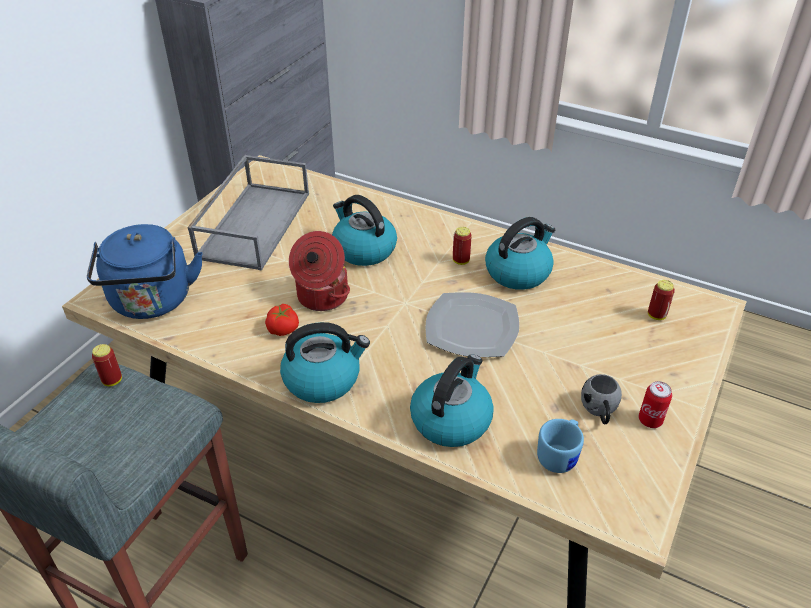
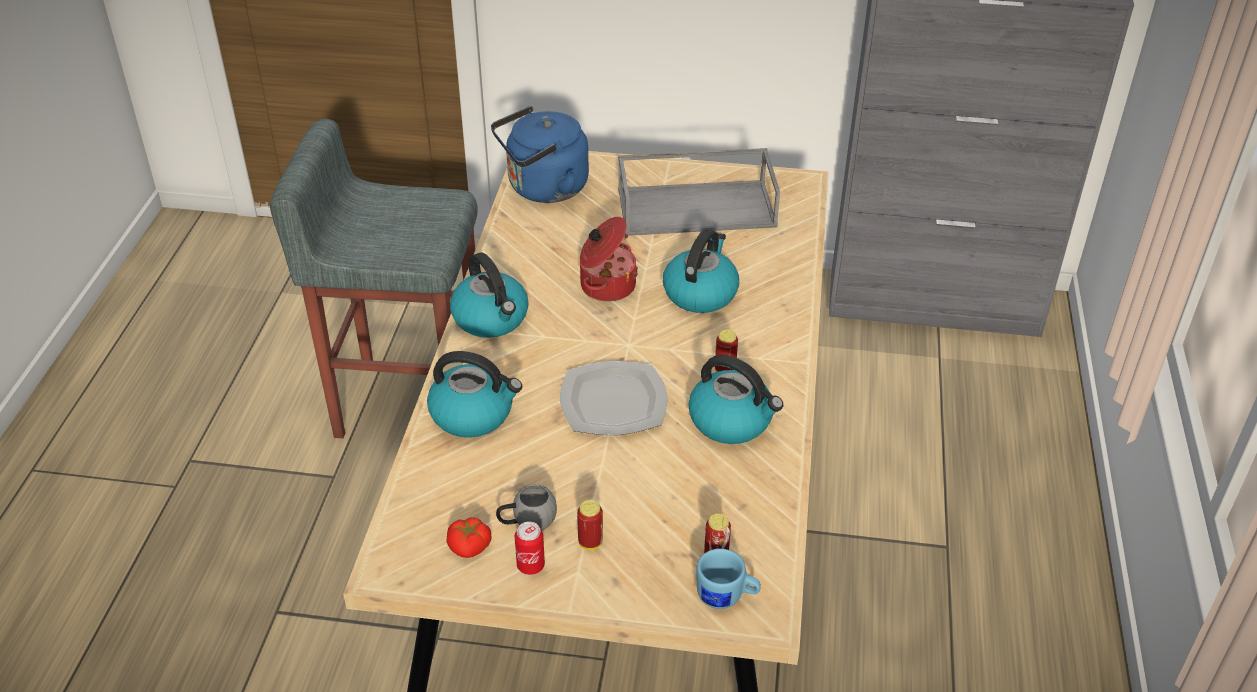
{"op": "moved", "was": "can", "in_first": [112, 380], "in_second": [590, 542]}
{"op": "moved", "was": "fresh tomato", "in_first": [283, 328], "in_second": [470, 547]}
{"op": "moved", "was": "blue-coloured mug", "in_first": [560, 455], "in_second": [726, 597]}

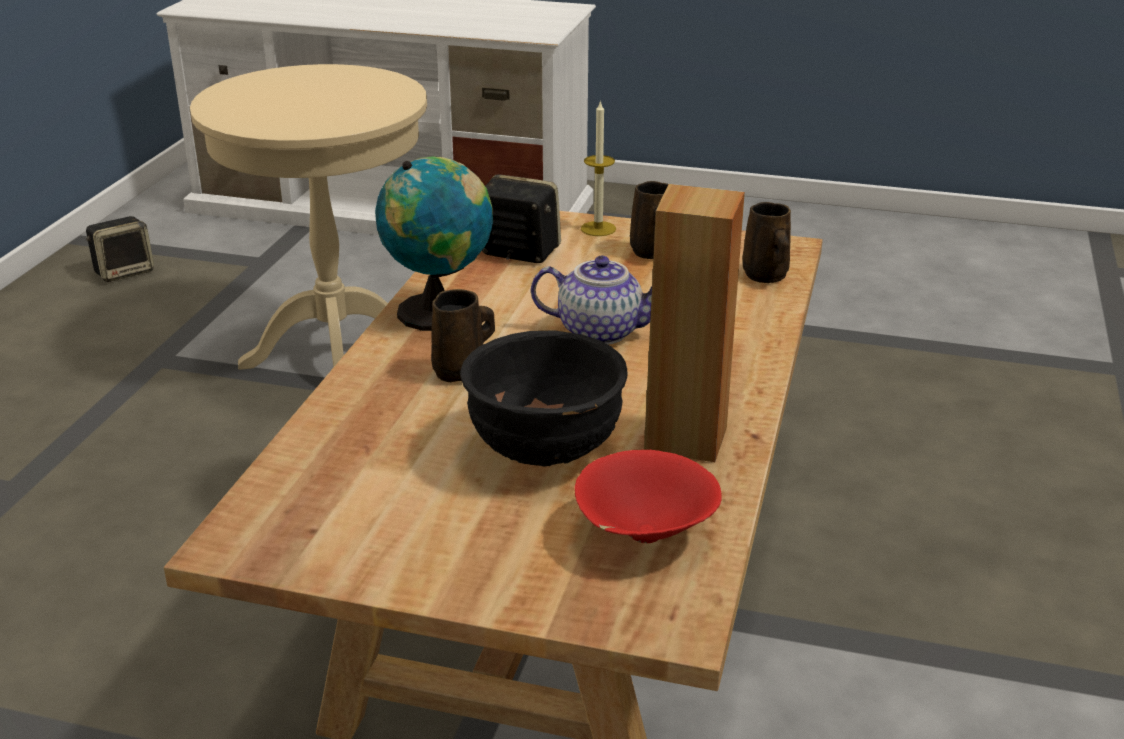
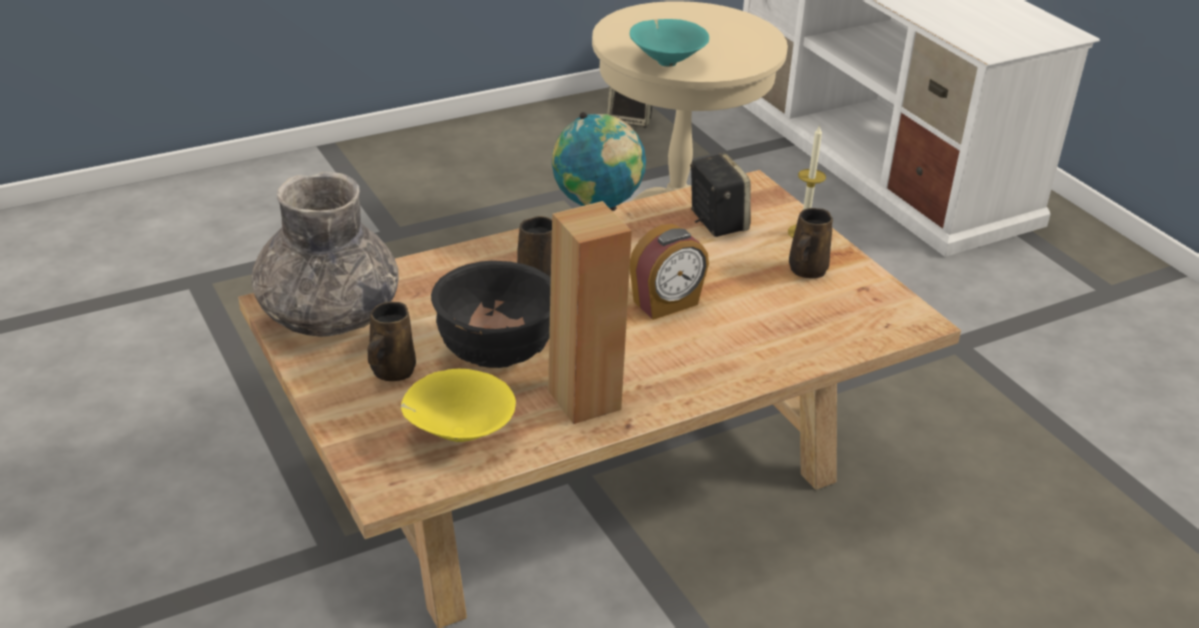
{"op": "added", "now": "grey decorative vase", "in_second": [329, 316]}
{"op": "added", "now": "turquoise-coloured bowl", "in_second": [666, 62]}
{"op": "moved", "was": "brown-coloured mug", "in_first": [766, 276], "in_second": [391, 371]}
{"op": "replaced", "was": "tea pot", "now": "bedside clock", "in_first": [601, 331], "in_second": [666, 304]}
{"op": "recoloured", "was": "reddish bowl", "now": "yellow bowl", "in_first": [643, 535], "in_second": [457, 434]}

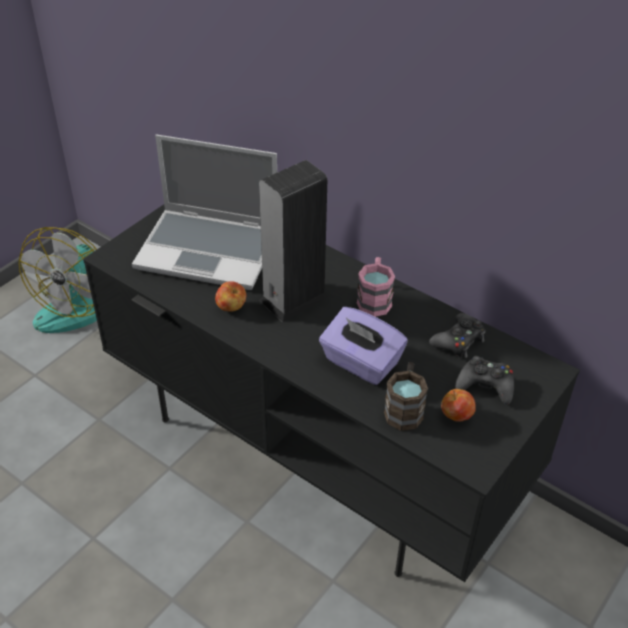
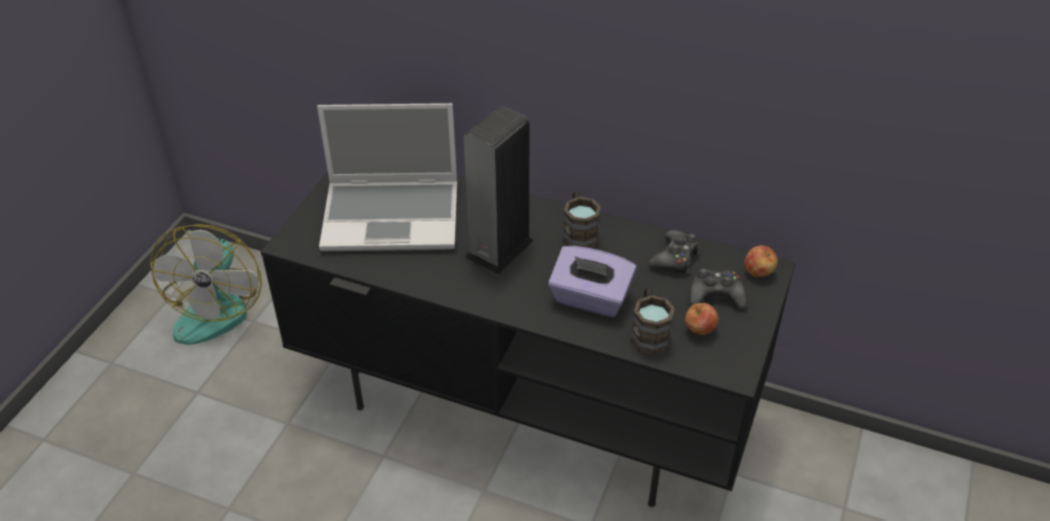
{"op": "moved", "was": "apple", "in_first": [231, 307], "in_second": [758, 272]}
{"op": "recoloured", "was": "pink mug", "now": "brown-coloured mug", "in_first": [374, 299], "in_second": [579, 233]}

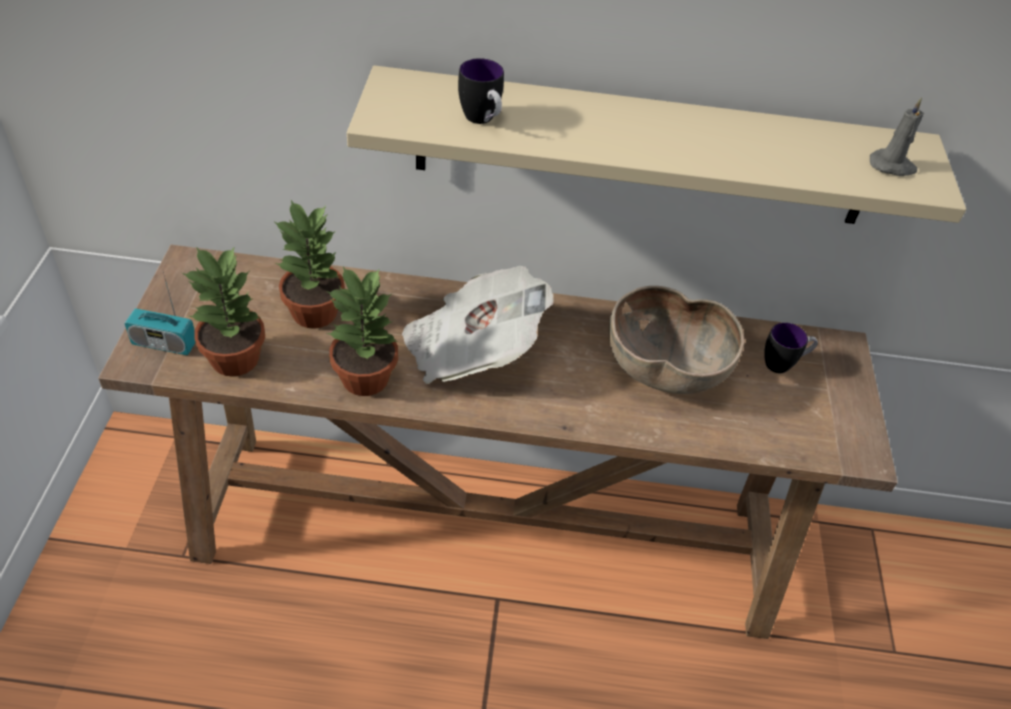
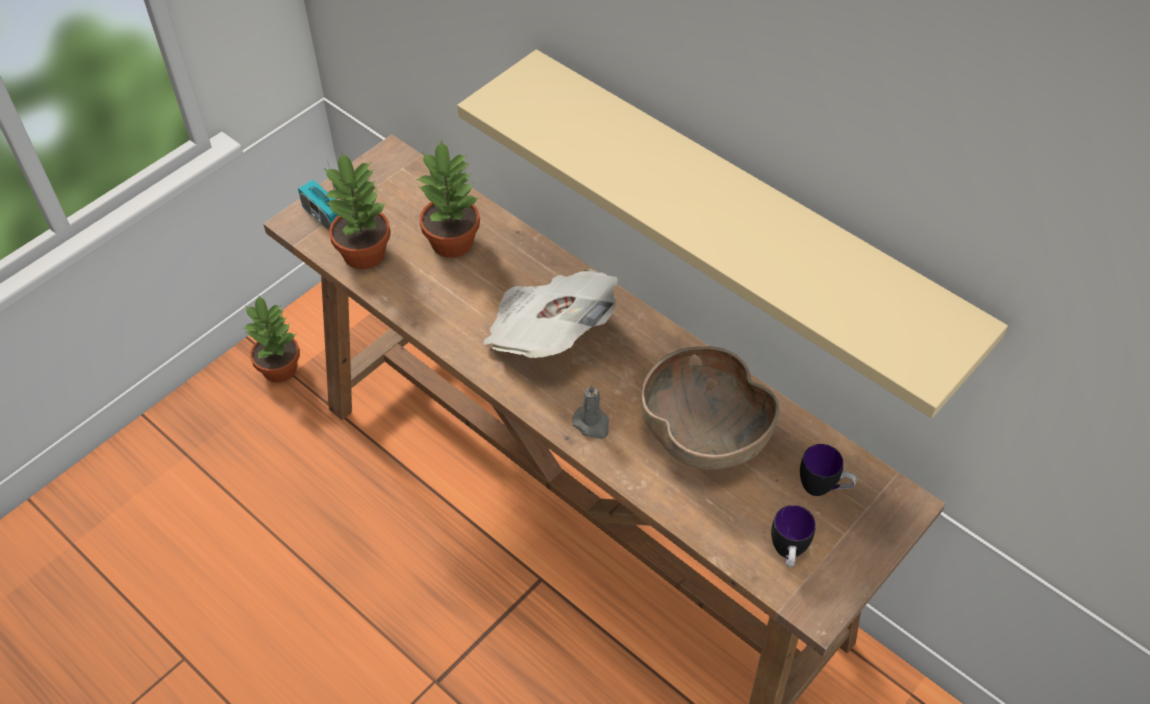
{"op": "moved", "was": "houseplant", "in_first": [366, 377], "in_second": [281, 368]}
{"op": "moved", "was": "mug", "in_first": [482, 121], "in_second": [787, 554]}
{"op": "moved", "was": "grey wax light", "in_first": [892, 166], "in_second": [592, 424]}

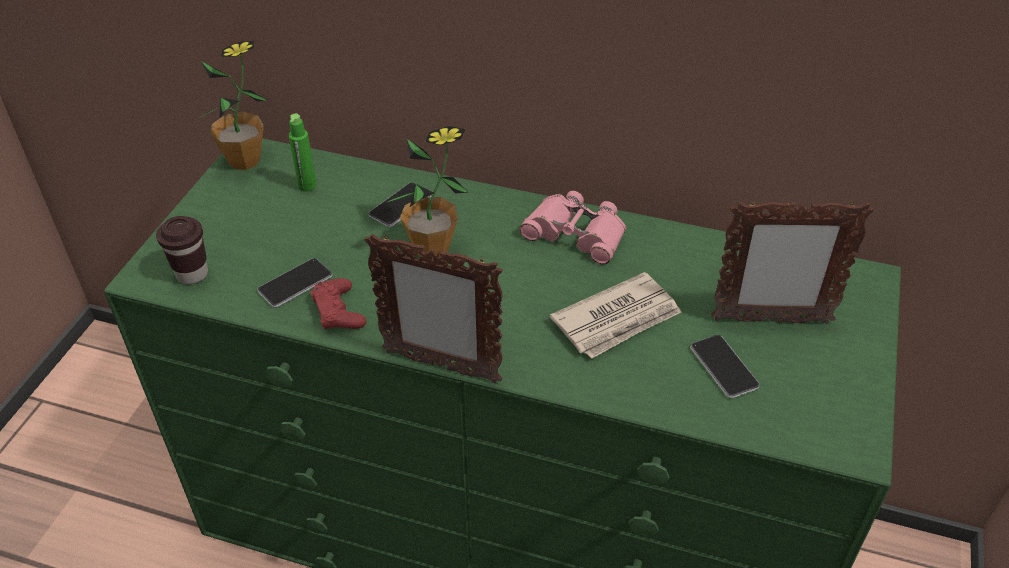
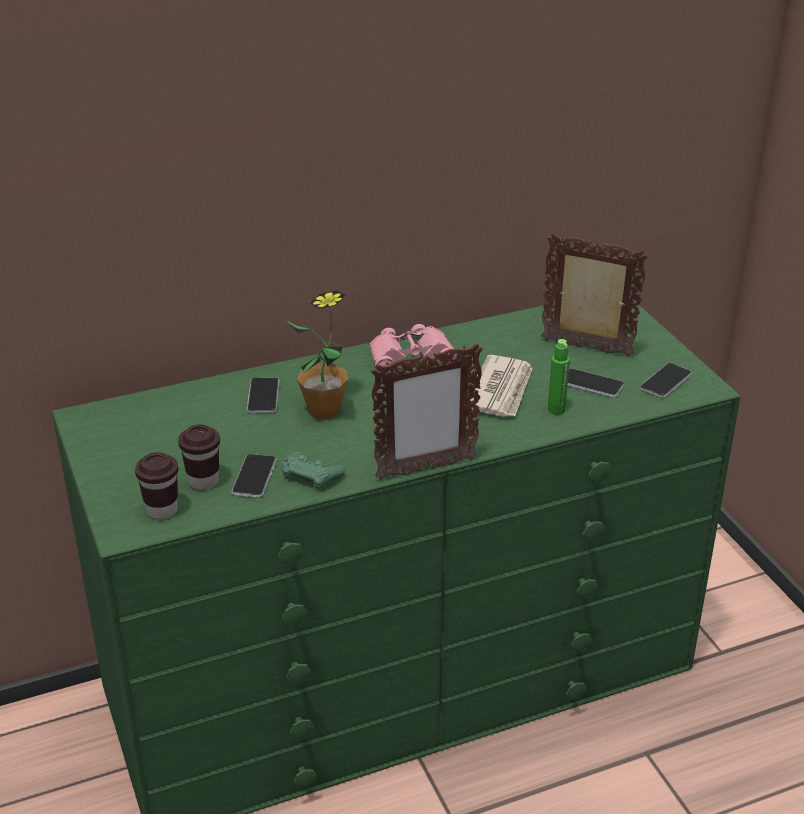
{"op": "removed", "was": "houseplant", "in_first": [244, 160]}
{"op": "added", "now": "brown-coloured cup", "in_second": [203, 481]}
{"op": "added", "now": "phone", "in_second": [665, 381]}
{"op": "moved", "was": "green bottle", "in_first": [307, 186], "in_second": [556, 410]}
{"op": "recoloured", "was": "reddish joypad", "now": "green joypad", "in_first": [338, 311], "in_second": [311, 476]}
{"op": "turned", "was": "standing frame", "in_first": [770, 321], "in_second": [587, 349], "clockwise": -120}

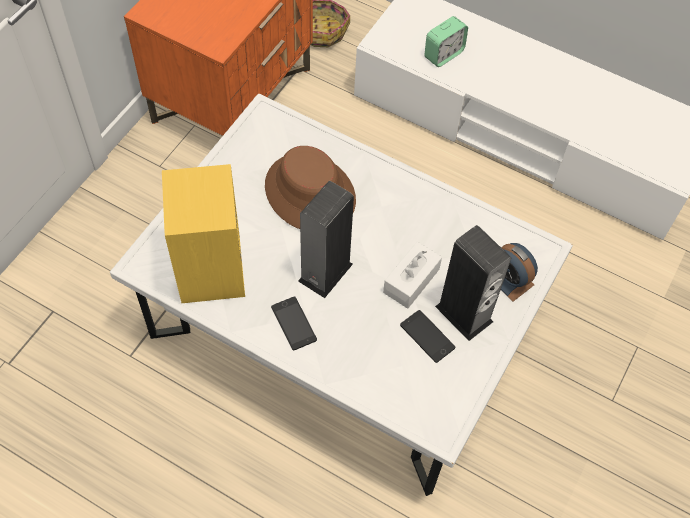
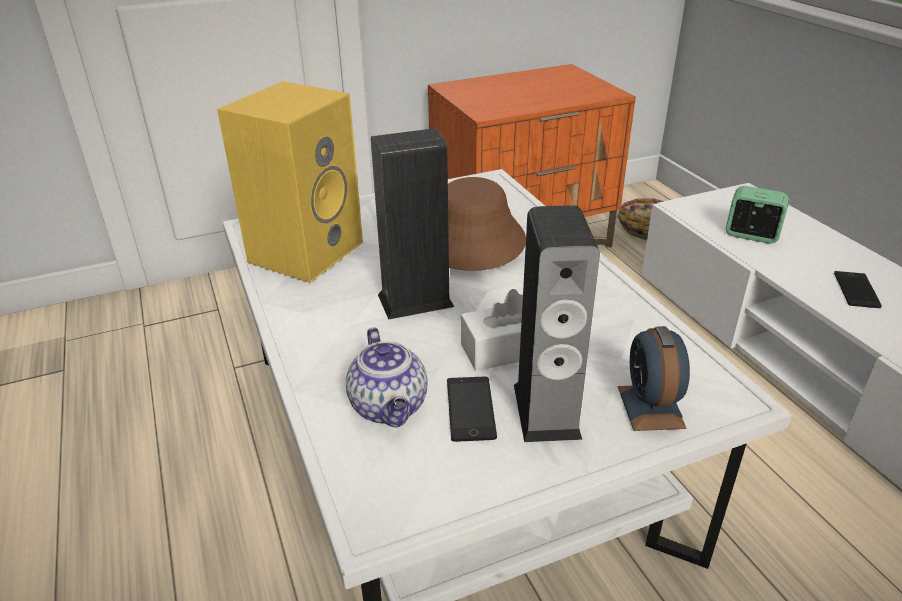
{"op": "added", "now": "tea pot", "in_second": [390, 407]}
{"op": "moved", "was": "phone", "in_first": [294, 323], "in_second": [856, 290]}
{"op": "turned", "was": "bedside clock", "in_first": [443, 54], "in_second": [751, 235], "clockwise": -150}

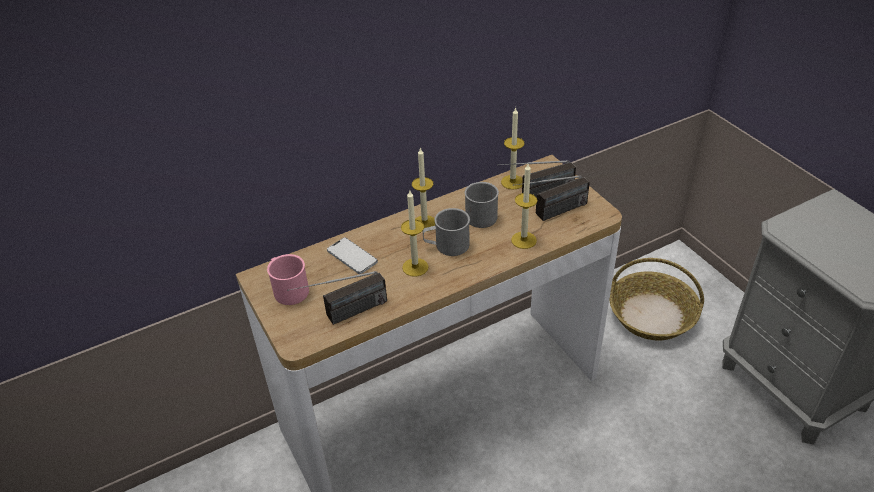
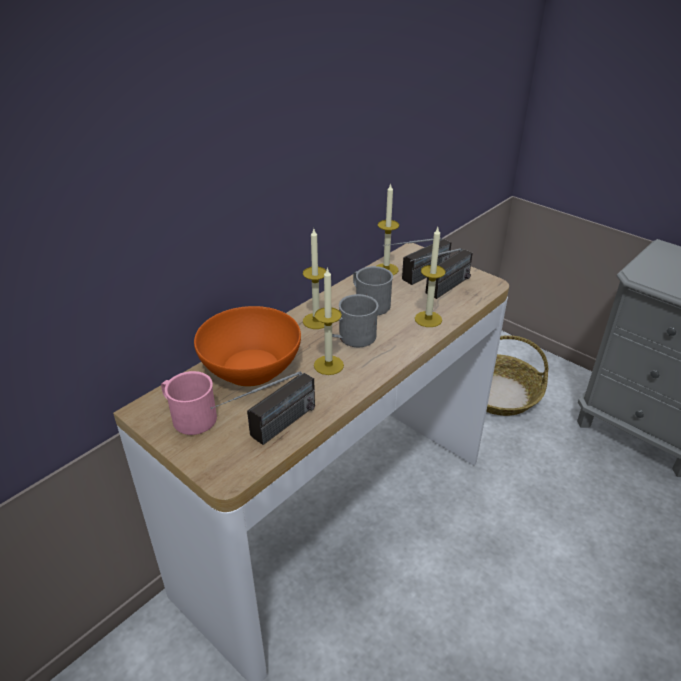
{"op": "replaced", "was": "phone", "now": "orange-coloured bowl", "in_first": [352, 256], "in_second": [251, 367]}

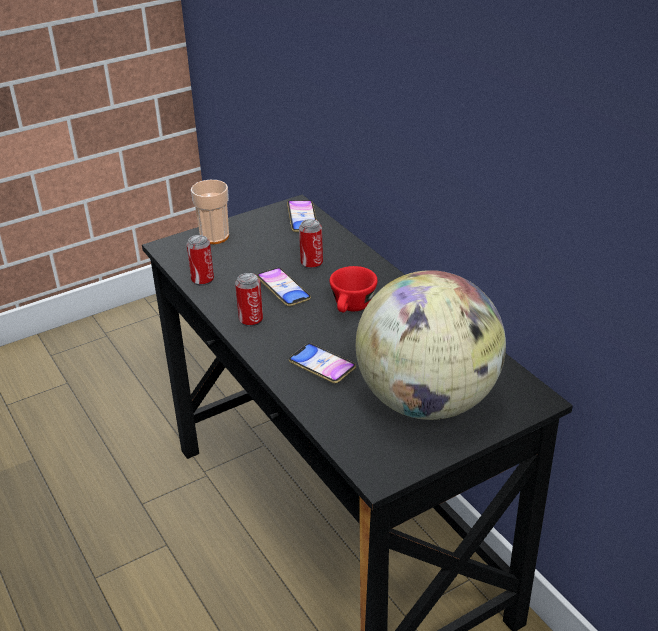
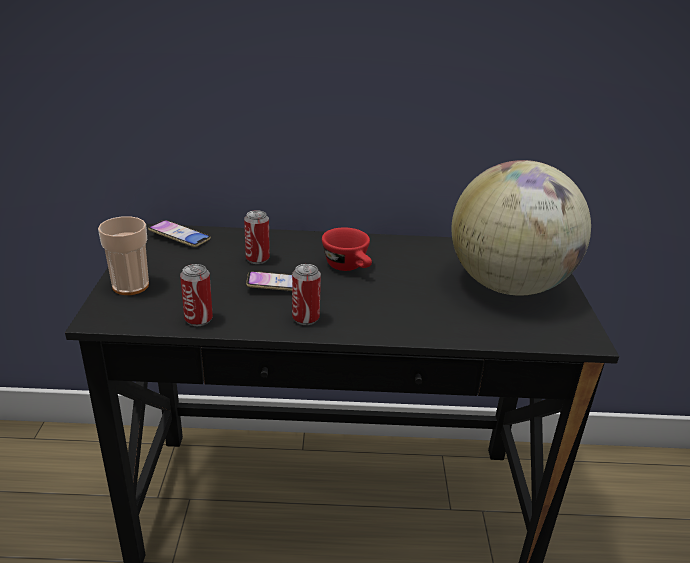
{"op": "removed", "was": "phone", "in_first": [322, 367]}

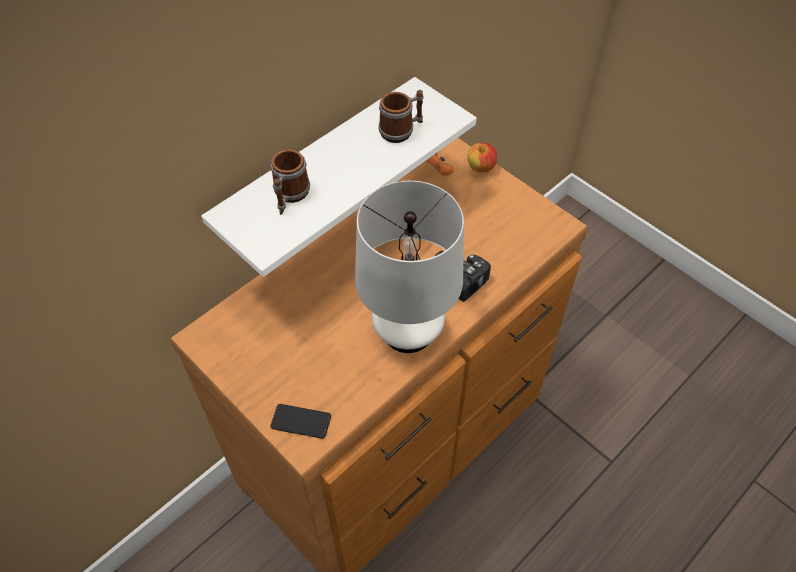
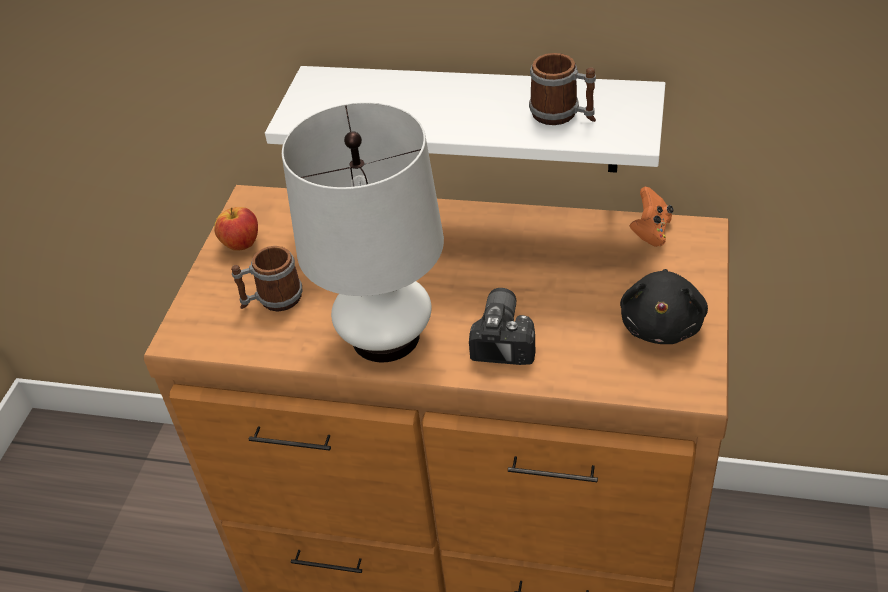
{"op": "removed", "was": "phone", "in_first": [301, 421]}
{"op": "added", "now": "black soft toy", "in_second": [662, 324]}
{"op": "moved", "was": "mug", "in_first": [290, 196], "in_second": [272, 300]}
{"op": "moved", "was": "apple", "in_first": [480, 168], "in_second": [241, 244]}

